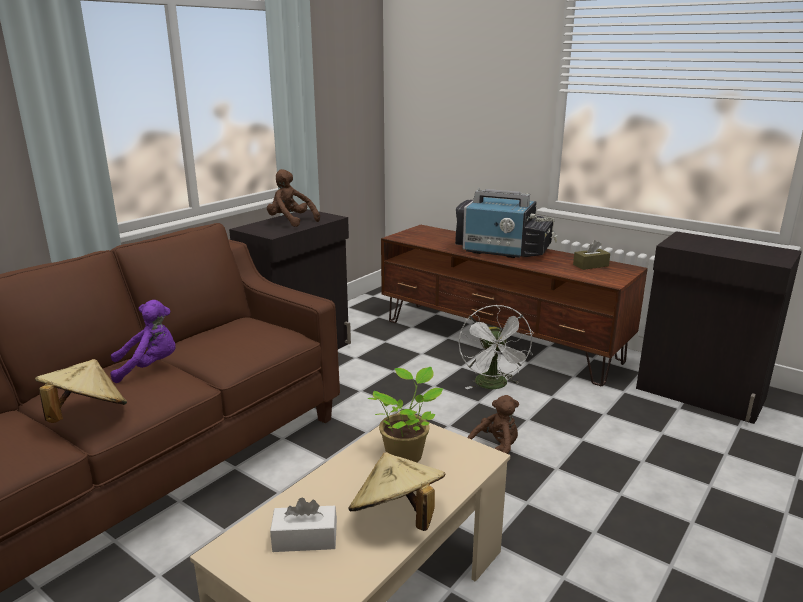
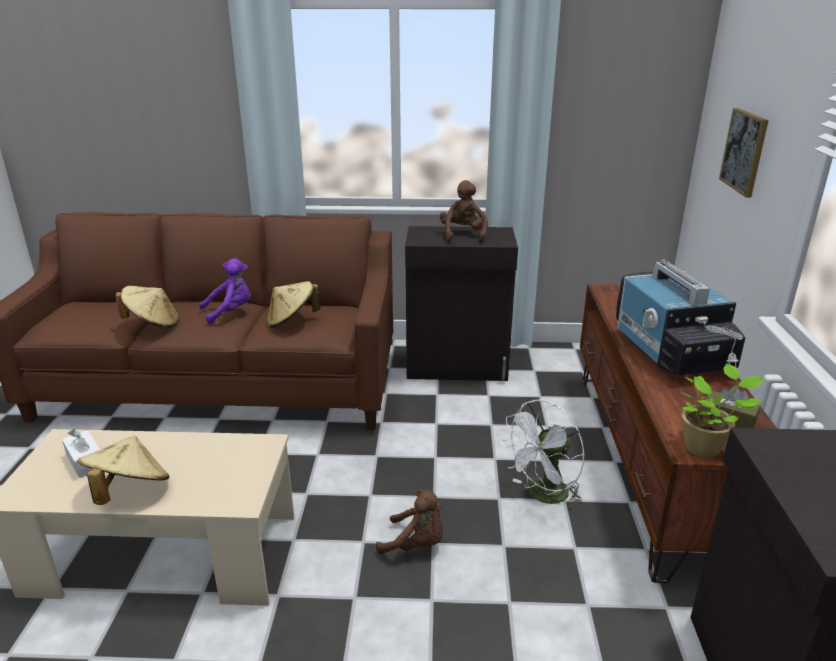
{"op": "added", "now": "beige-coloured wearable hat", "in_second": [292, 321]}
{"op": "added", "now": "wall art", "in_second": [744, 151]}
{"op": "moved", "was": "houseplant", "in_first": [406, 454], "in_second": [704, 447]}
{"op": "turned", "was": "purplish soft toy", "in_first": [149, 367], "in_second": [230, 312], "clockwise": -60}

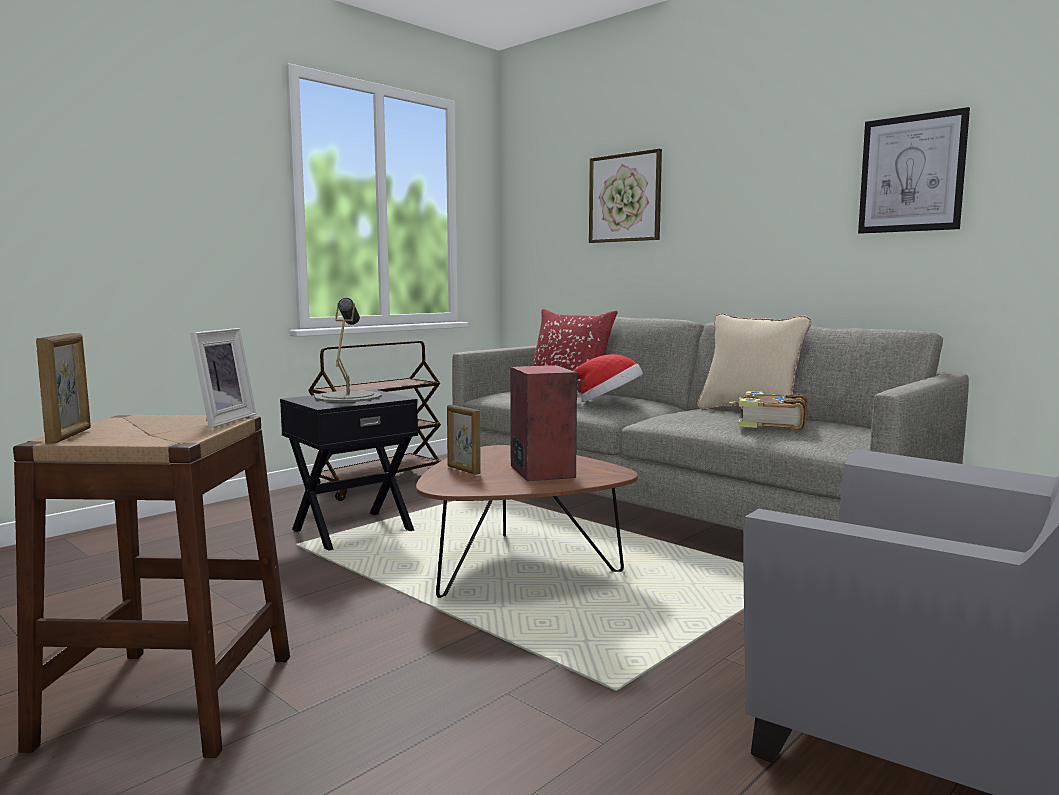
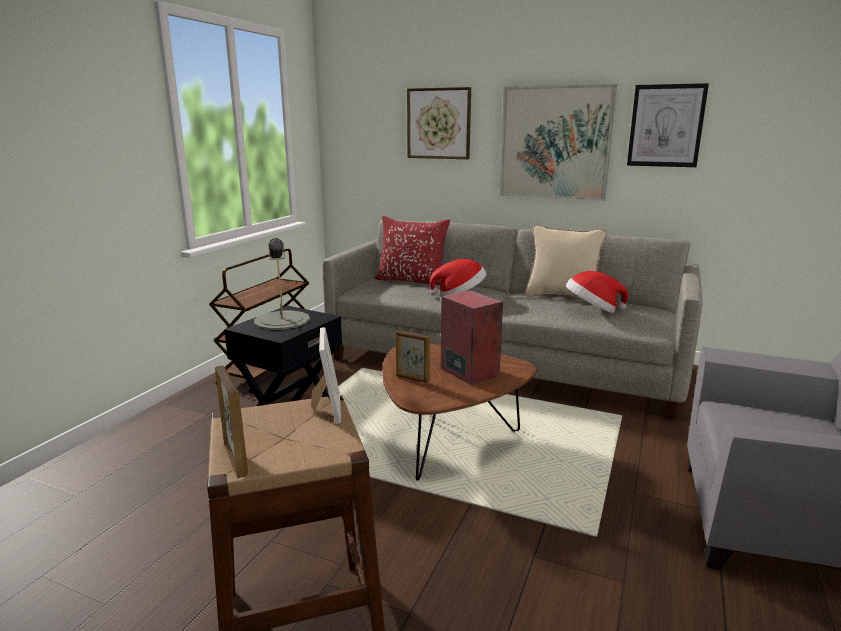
{"op": "added", "now": "wall art", "in_second": [555, 143]}
{"op": "replaced", "was": "bound book", "now": "wearable hat", "in_first": [770, 423], "in_second": [592, 310]}

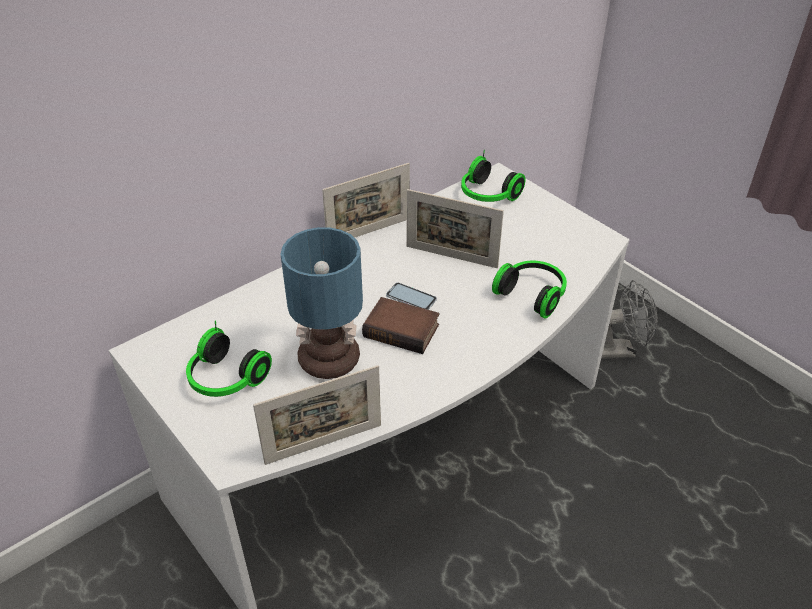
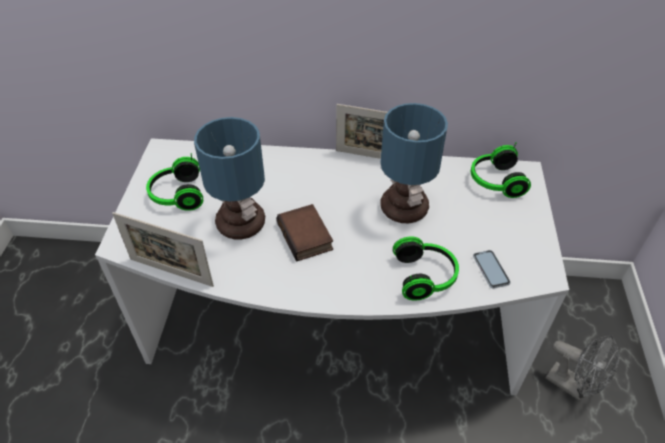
{"op": "moved", "was": "phone", "in_first": [411, 298], "in_second": [491, 269]}
{"op": "replaced", "was": "standing frame", "now": "tabletop lamp", "in_first": [451, 257], "in_second": [405, 209]}

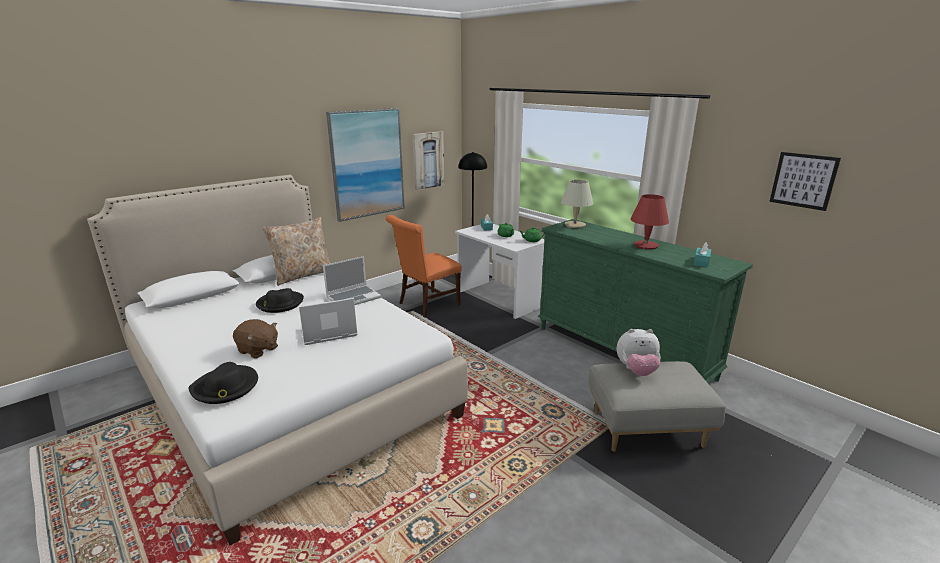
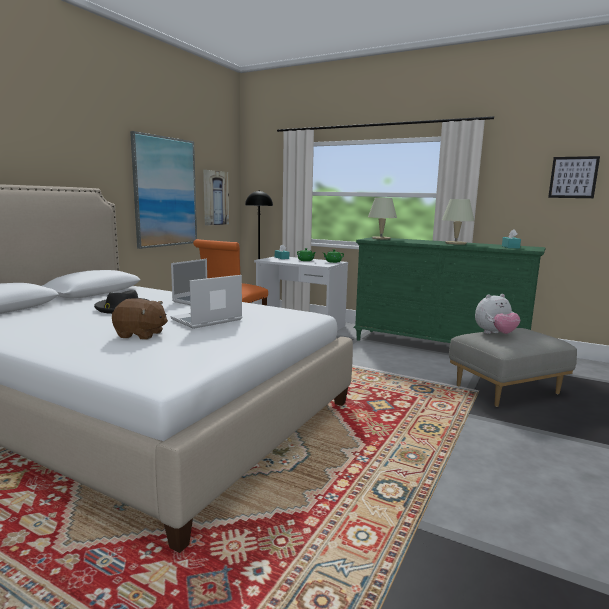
{"op": "removed", "was": "black wearable hat", "in_first": [225, 387]}
{"op": "removed", "was": "beige-coloured pillow", "in_first": [303, 275]}
{"op": "recoloured", "was": "reddish tabletop lamp", "now": "beige-coloured tabletop lamp", "in_first": [645, 246], "in_second": [455, 243]}

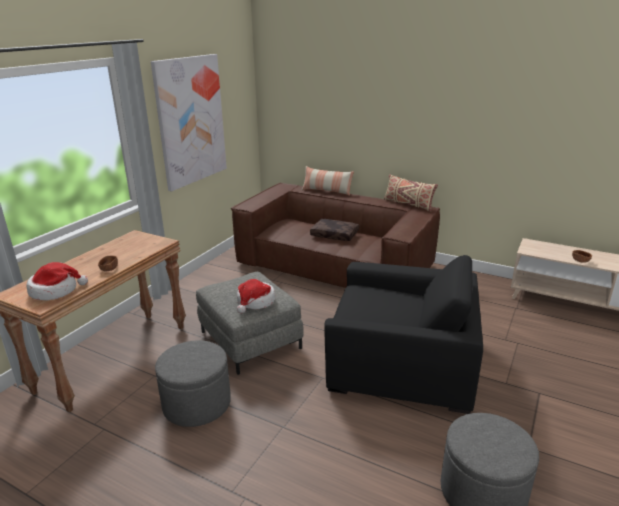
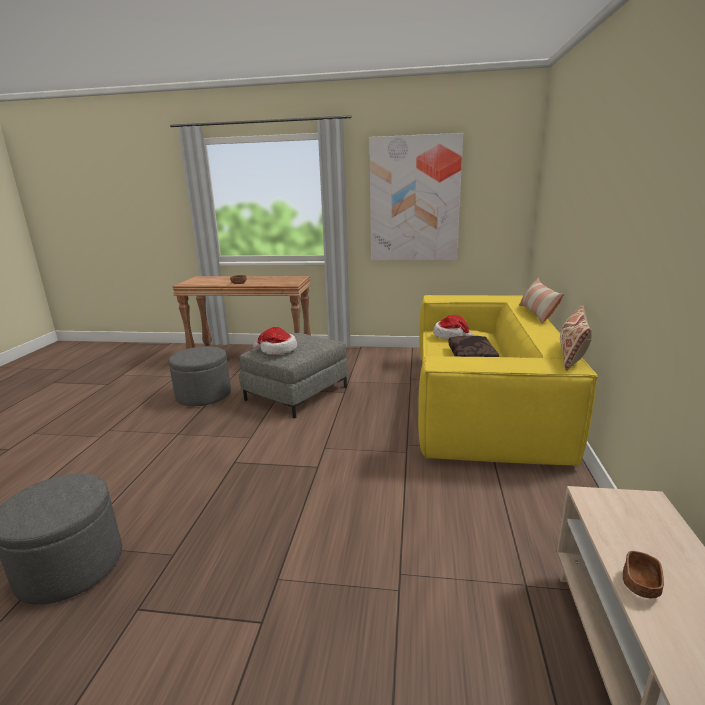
{"op": "removed", "was": "black lounge chair", "in_first": [401, 361]}
{"op": "moved", "was": "wearable hat", "in_first": [55, 290], "in_second": [451, 335]}
{"op": "recoloured", "was": "brown-coloured couch", "now": "yellow couch", "in_first": [334, 265], "in_second": [482, 401]}

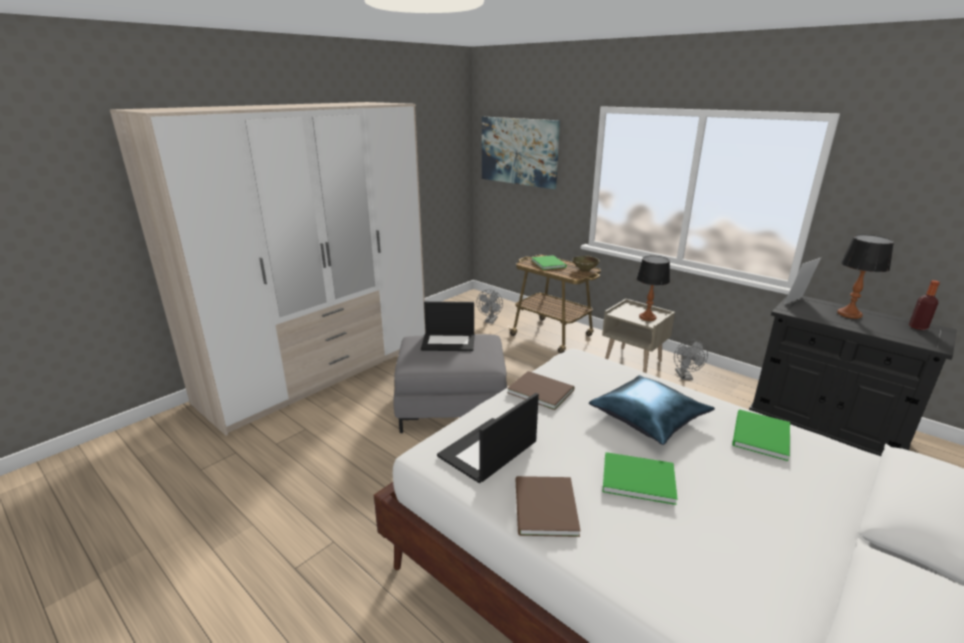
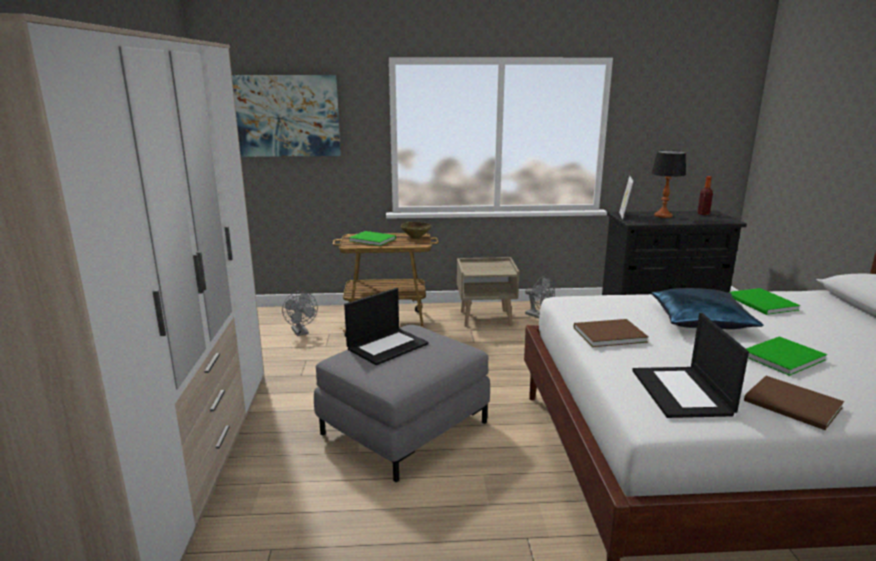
{"op": "removed", "was": "tabletop lamp", "in_first": [647, 317]}

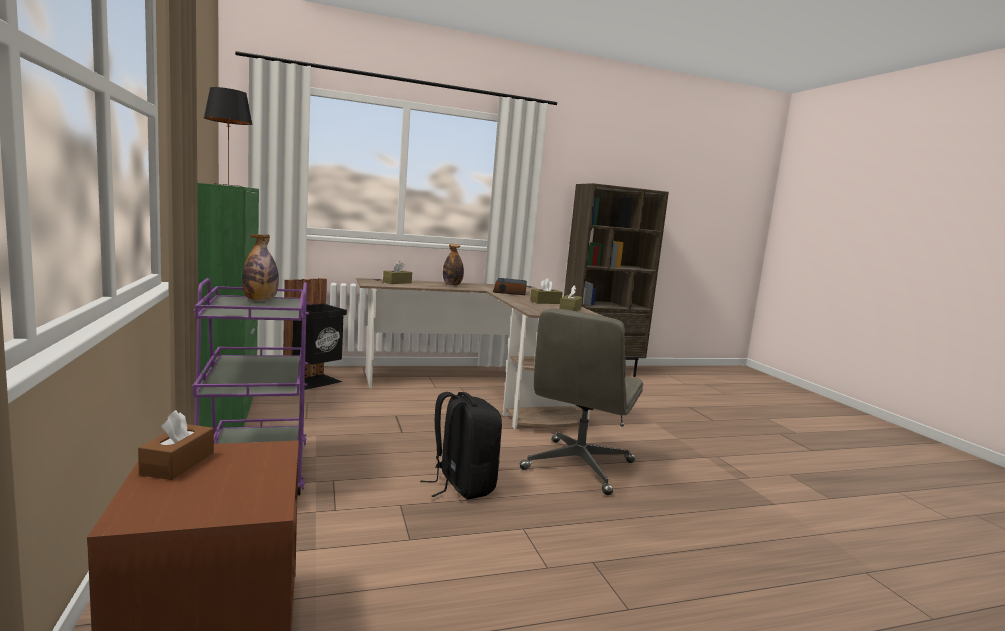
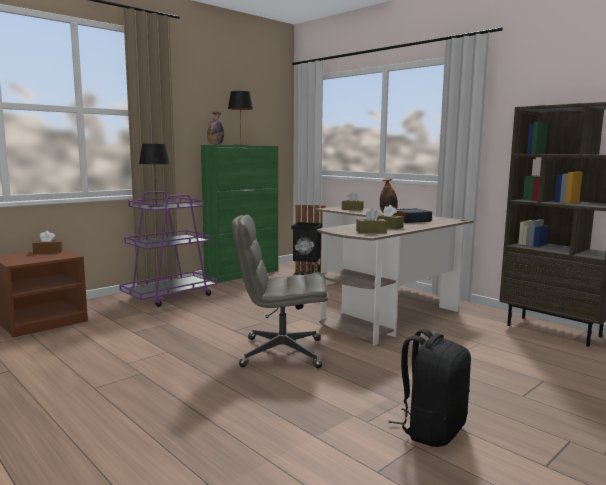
{"op": "added", "now": "black tabletop lamp", "in_second": [156, 206]}
{"op": "moved", "was": "bottle", "in_first": [260, 300], "in_second": [215, 144]}
{"op": "moved", "was": "black backpack", "in_first": [461, 485], "in_second": [431, 430]}

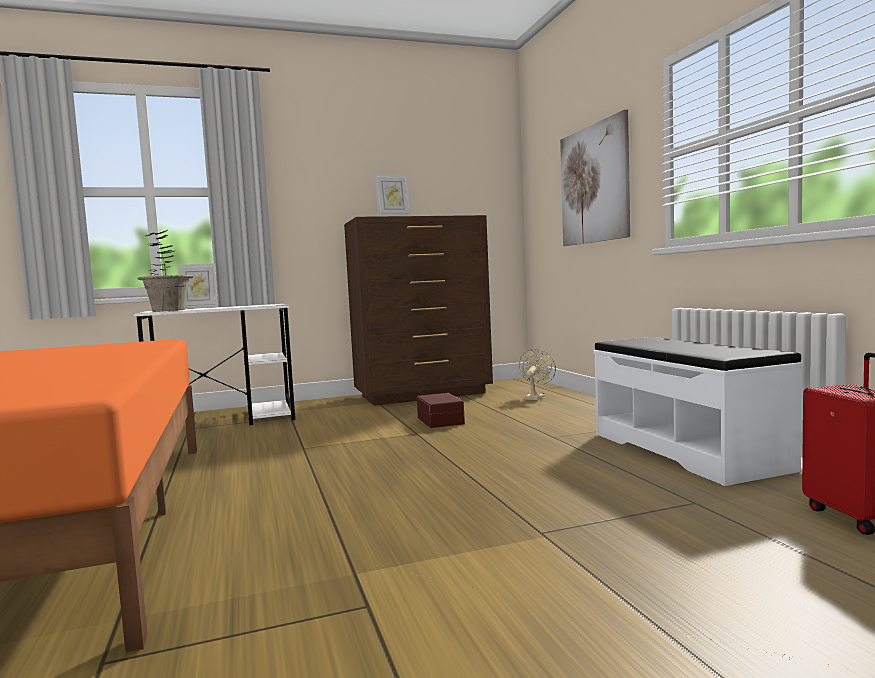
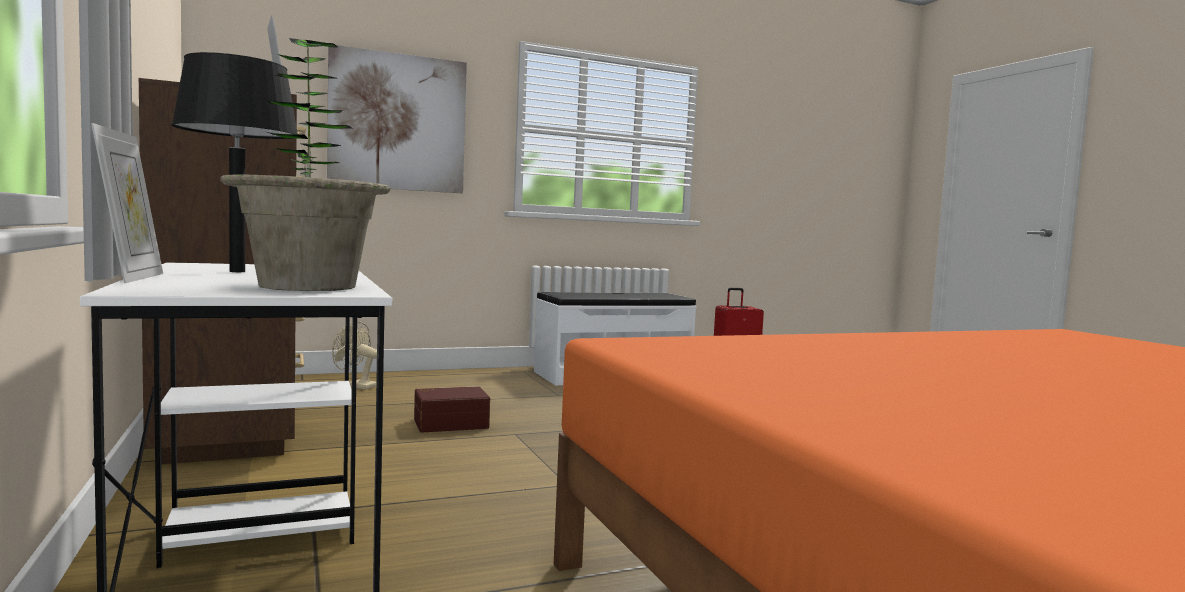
{"op": "added", "now": "black tabletop lamp", "in_second": [236, 271]}

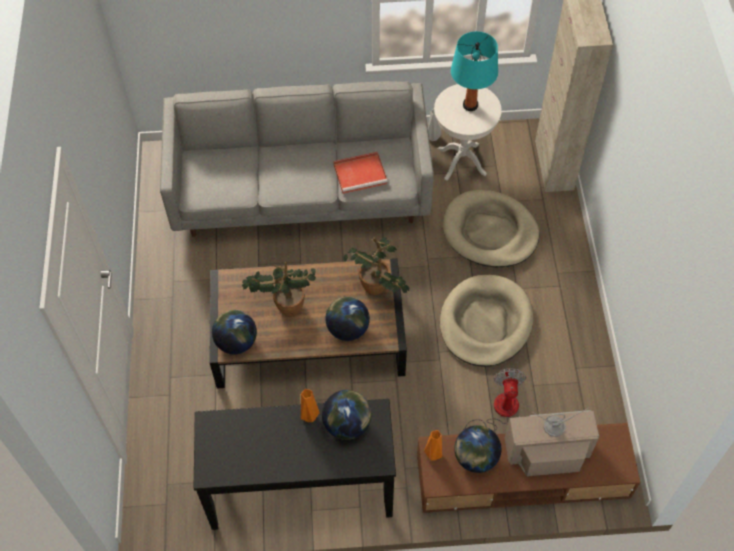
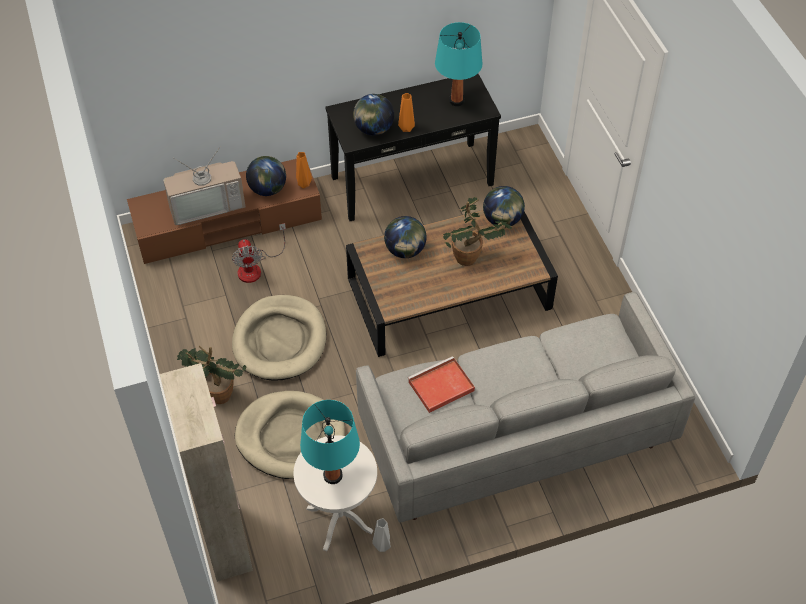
{"op": "added", "now": "turquoise-coloured tabletop lamp", "in_second": [456, 100]}
{"op": "moved", "was": "houseplant", "in_first": [377, 290], "in_second": [216, 391]}

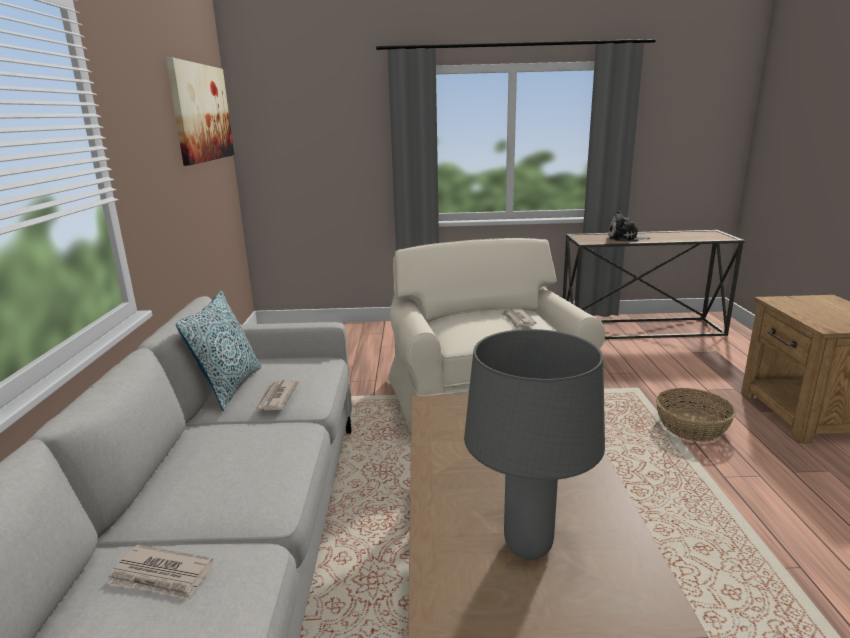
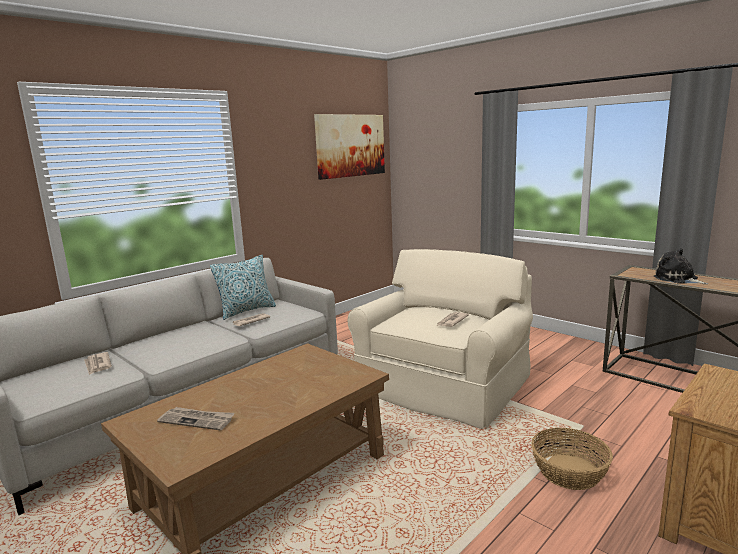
{"op": "replaced", "was": "grey tabletop lamp", "now": "printed paper", "in_first": [528, 545], "in_second": [197, 420]}

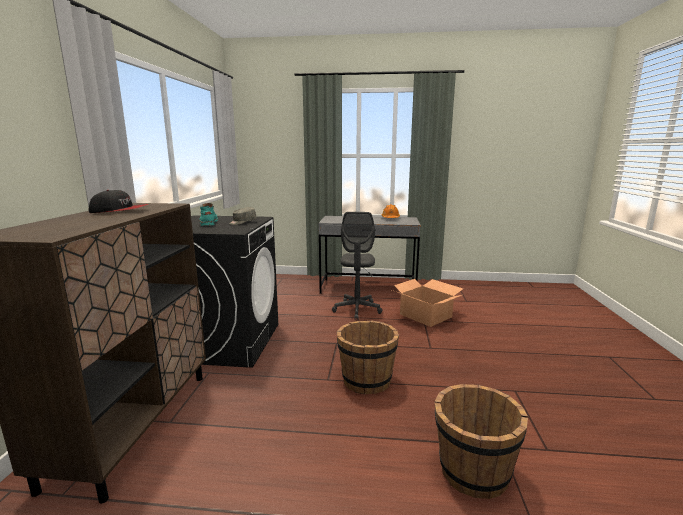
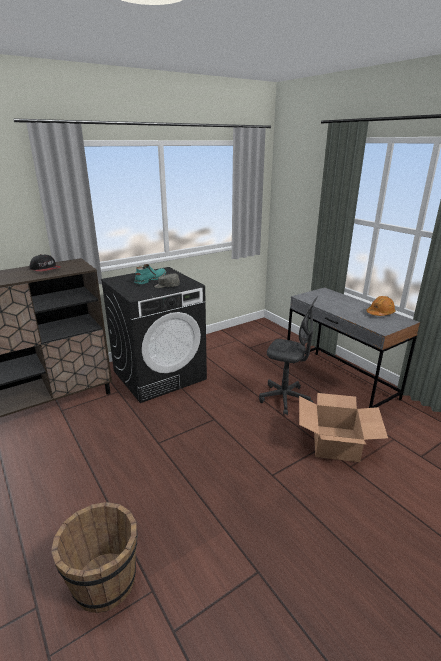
{"op": "removed", "was": "brown-coloured pail", "in_first": [366, 381]}
{"op": "turned", "was": "grey desk chair", "in_first": [357, 310], "in_second": [285, 399], "clockwise": -120}

